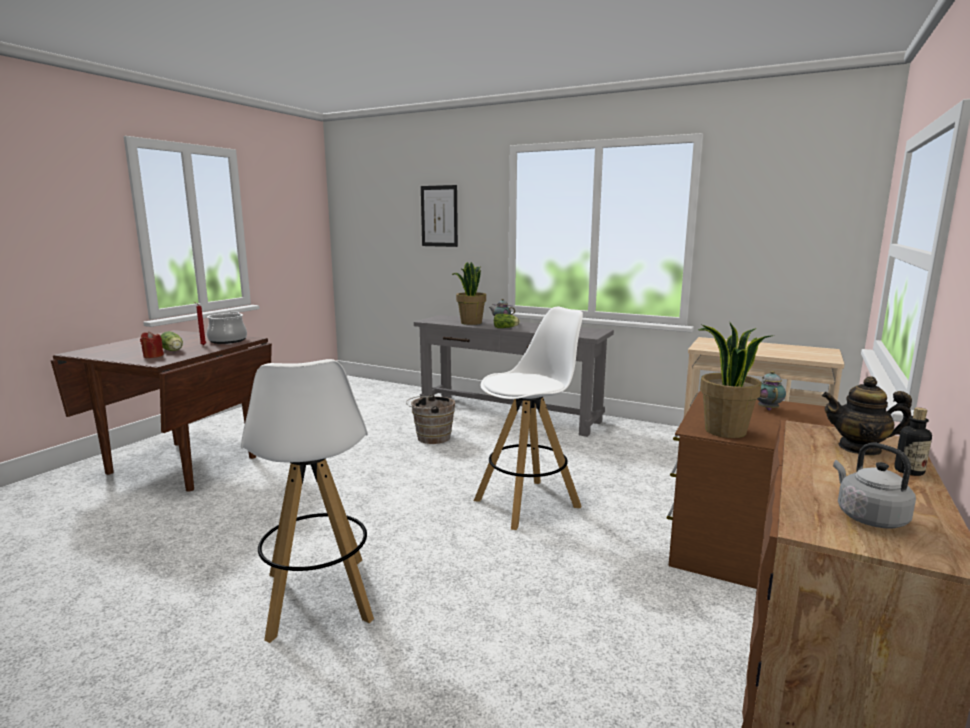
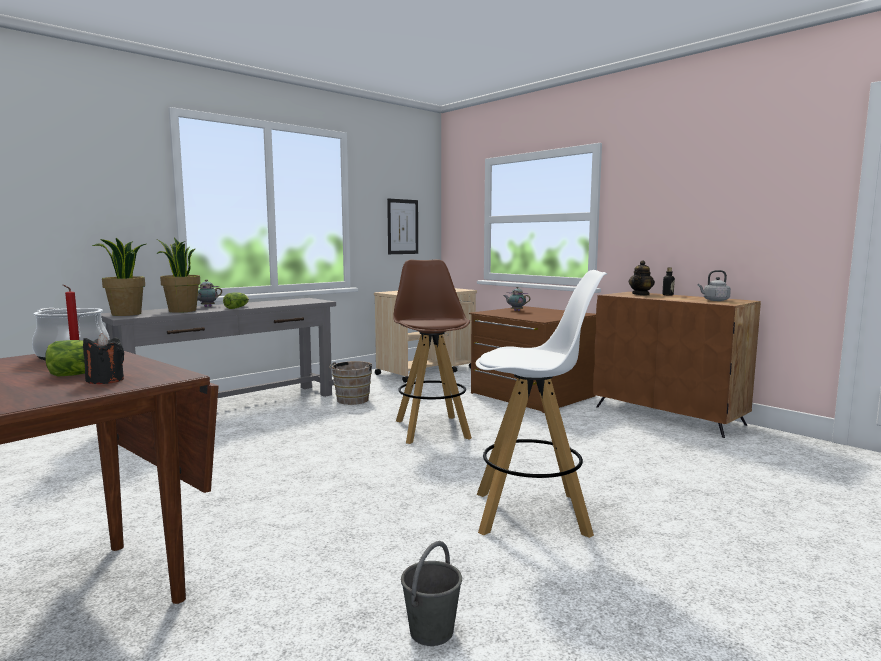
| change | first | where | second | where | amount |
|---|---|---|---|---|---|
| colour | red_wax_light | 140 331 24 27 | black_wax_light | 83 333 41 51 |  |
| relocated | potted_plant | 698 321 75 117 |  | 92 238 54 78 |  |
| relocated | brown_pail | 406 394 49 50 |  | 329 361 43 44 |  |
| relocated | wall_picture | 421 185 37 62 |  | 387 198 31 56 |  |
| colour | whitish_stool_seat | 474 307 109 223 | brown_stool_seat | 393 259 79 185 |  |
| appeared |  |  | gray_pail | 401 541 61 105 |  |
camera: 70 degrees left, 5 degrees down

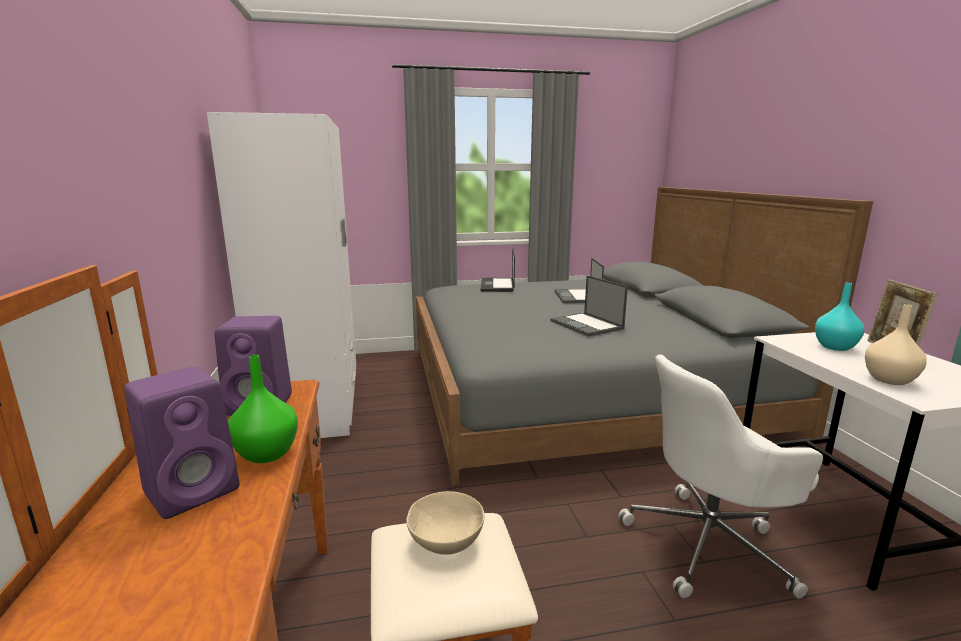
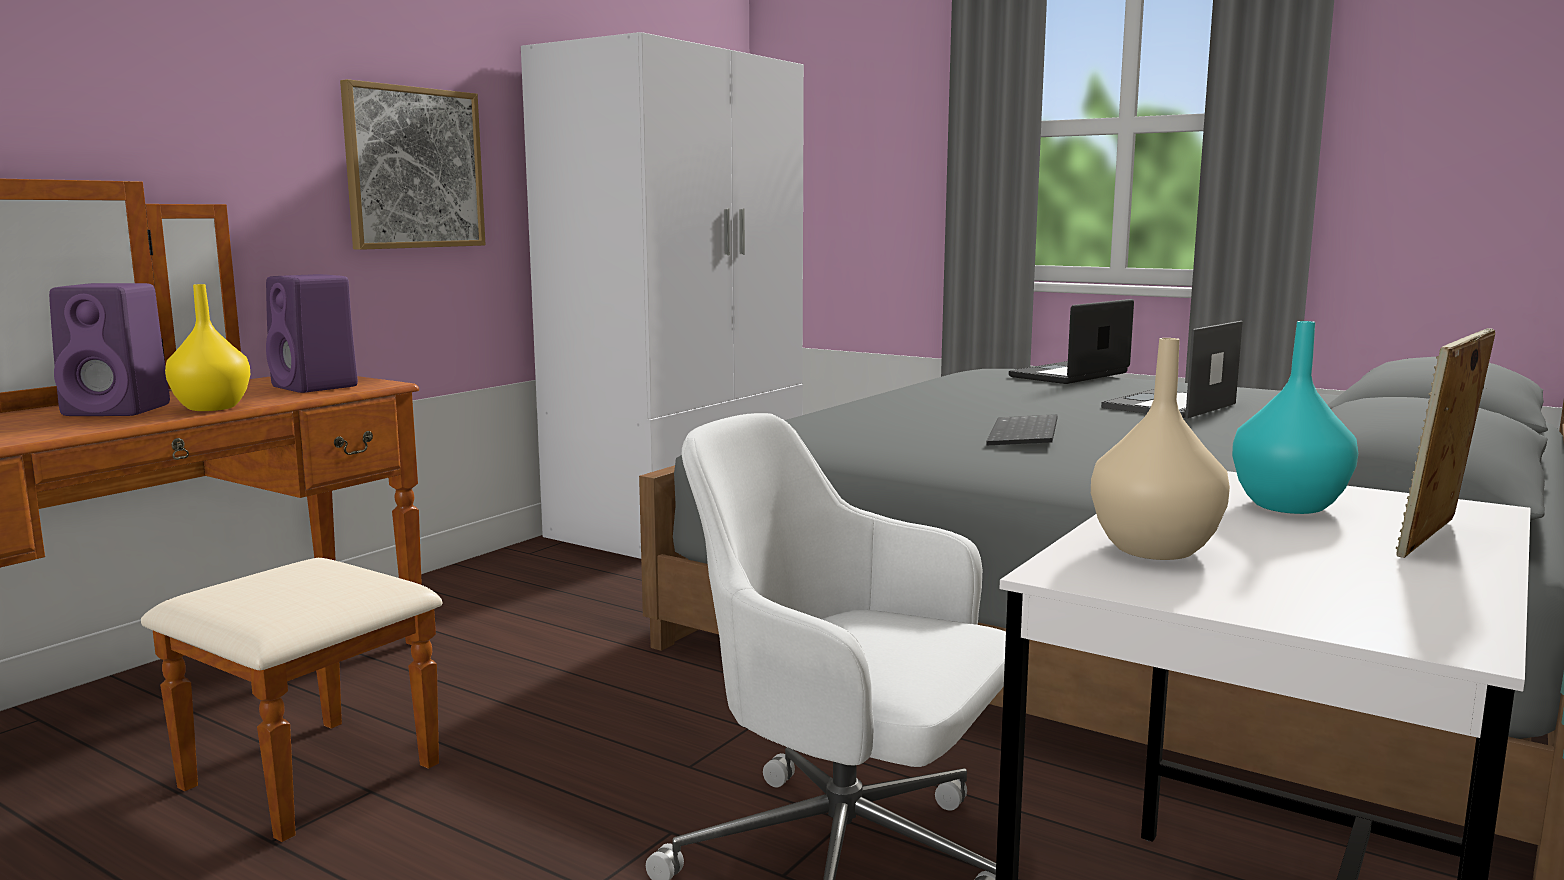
| change | first | where | second | where | amount |
|---|---|---|---|---|---|
| colour | green-coloured_flower_vase | 228 355 70 108 | yellowish_flower_vase | 165 284 85 127 |  |
| appeared |  |  | wall_picture | 340 79 146 171 |  |
| exchanged | laptop | 551 275 77 62 | computer_keyboard | 986 414 71 31 |  |
| missing | sand-coloured_bowl | 406 491 78 64 |  |  |  |
camera: 45 degrees right, 5 degrees down

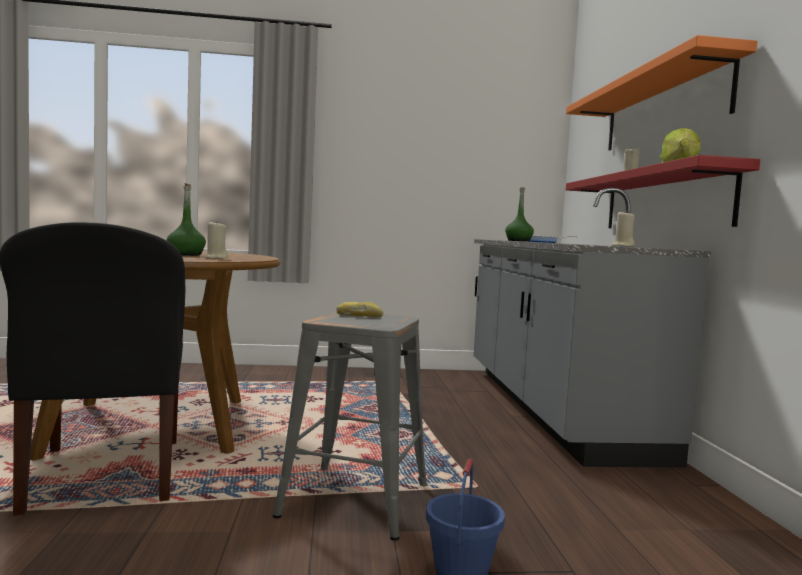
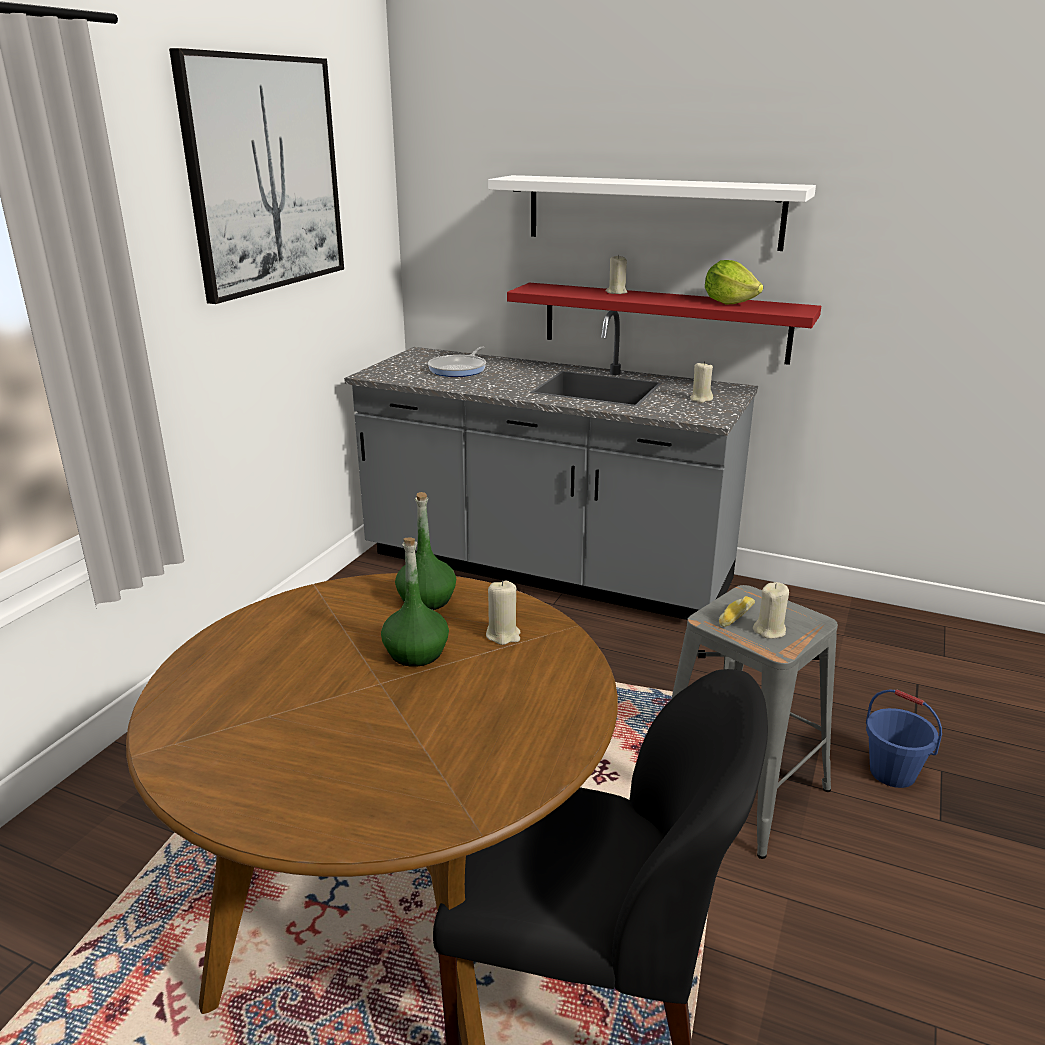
| change | first | where | second | where | amount |
|---|---|---|---|---|---|
| appeared |  |  | wall_picture | 169 48 175 256 |  |
| relocated | green-coloured_drink_bottle | 505 187 29 55 |  | 395 492 61 118 |  |
| colour | orange_bracket_shelf | 566 35 191 116 | whitish_bracket_shelf | 488 175 328 76 |  |
| appeared |  |  | sand-coloured_wax_light | 753 582 36 57 |  |
camera: 60 degrees left, 20 degrees up

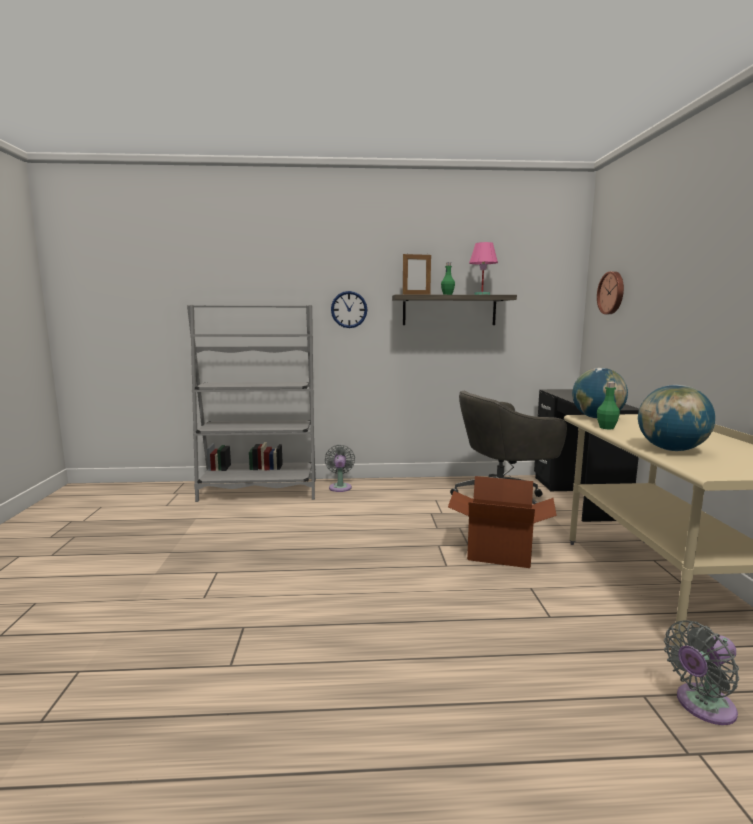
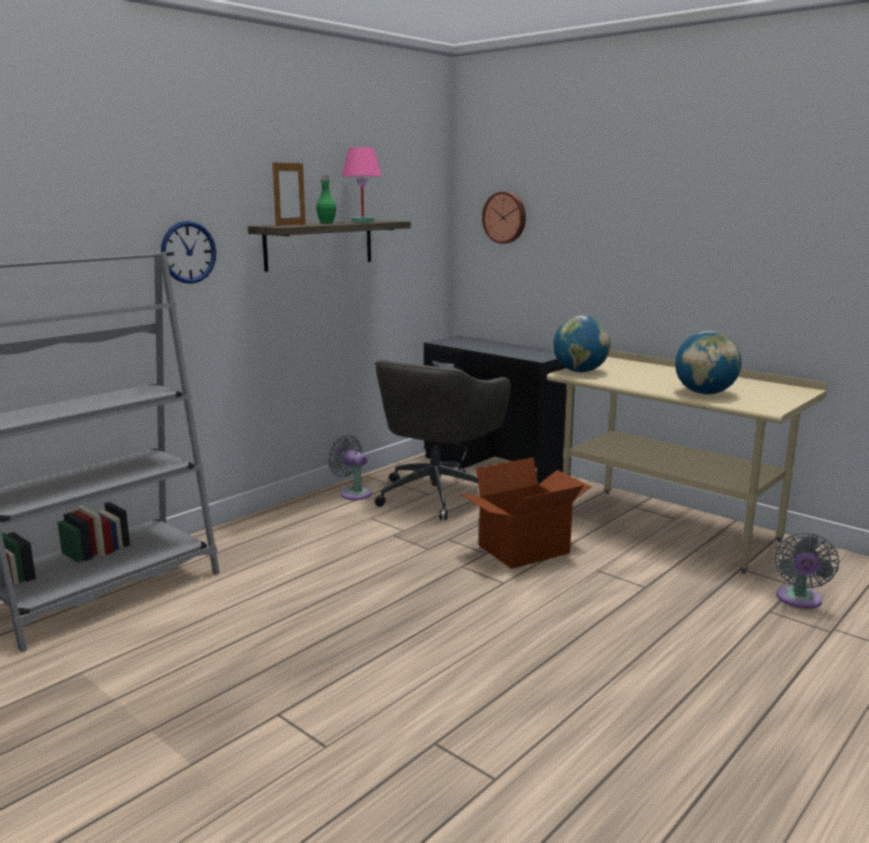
| change | first | where | second | where | amount |
|---|---|---|---|---|---|
| relocated | gray_cooling_fan | 325 445 30 47 |  | 328 435 44 65 |  |
| missing | green-coloured_drink_bottle | 597 382 23 48 |  |  |  |
camera: 45 degrees left, 5 degrees up

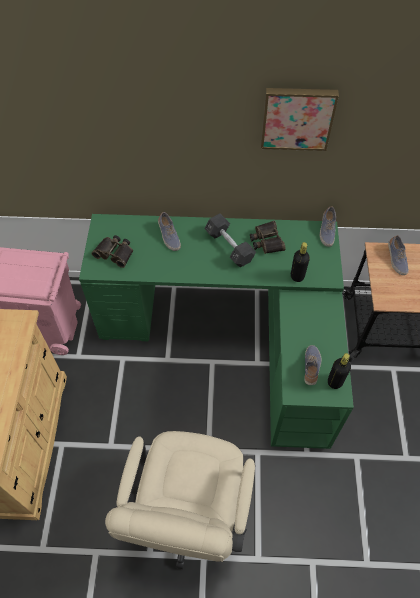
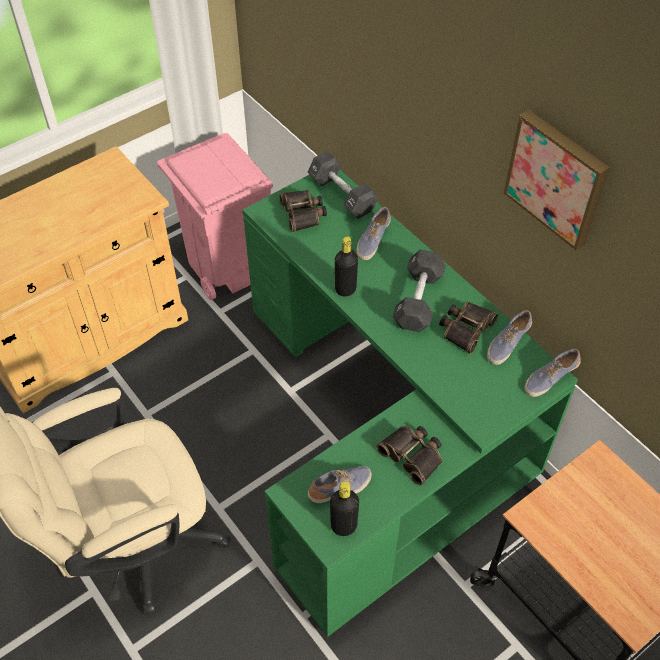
| change | first | where | second | where | amount |
|---|---|---|---|---|---|
| appeared |  |  | black_dumbbell | 308 151 71 68 |  |
| relocated | black_drink_bottle | 291 242 19 40 |  | 335 236 23 60 |  |
| appeared |  |  | pair_of_binoculars | 376 426 67 60 |  |
| relocated | shoe | 388 235 21 40 |  | 487 310 45 55 |  |
camera: 50 degrees right, 5 degrees down

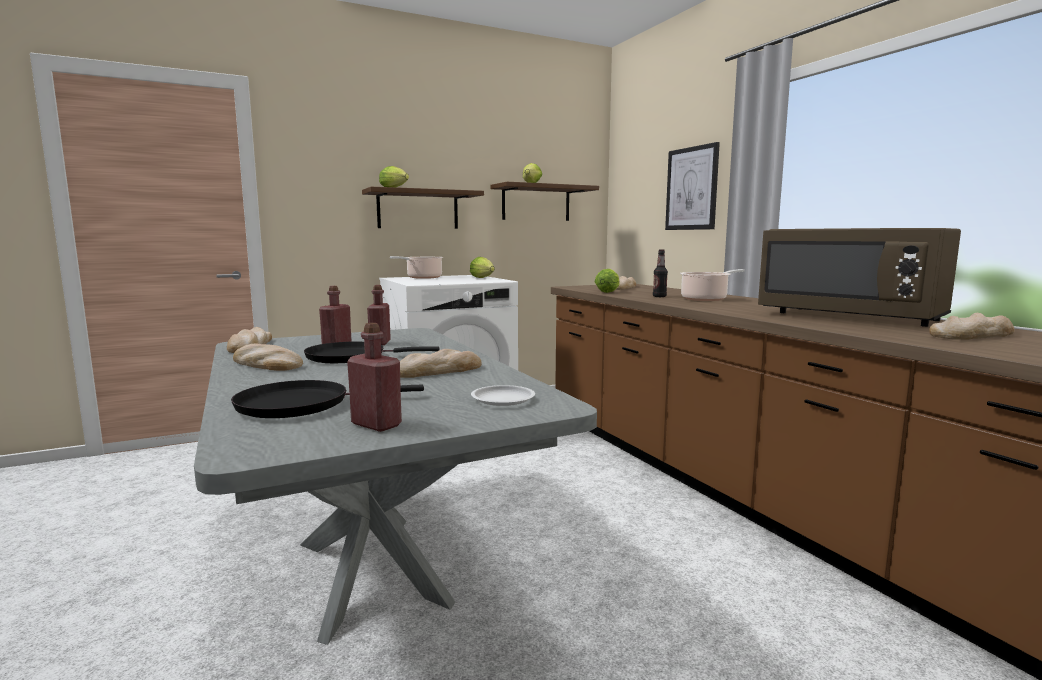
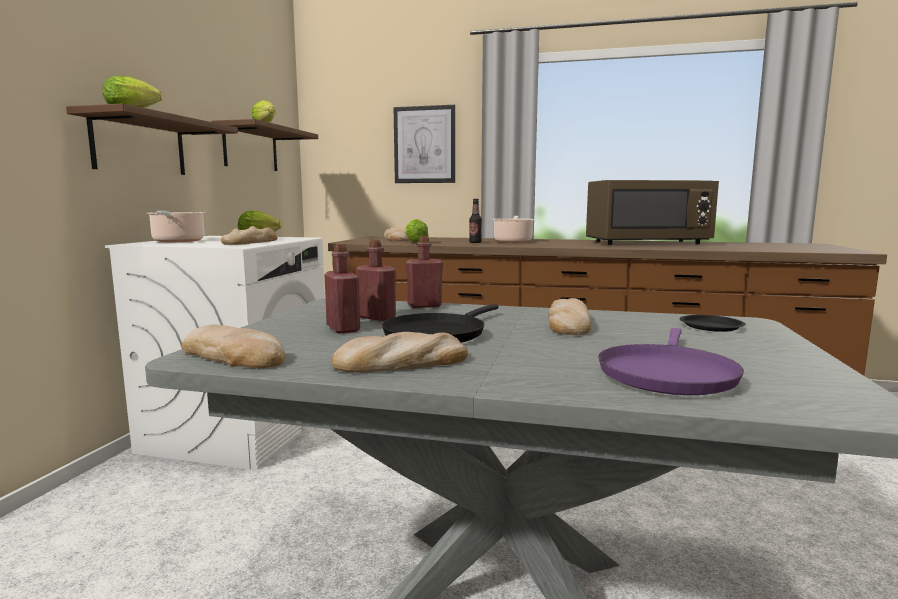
| change | first | where | second | where | amount |
|---|---|---|---|---|---|
| relocated | bakery_bread | 929 313 86 27 |  | 221 226 57 19 |  |
| relocated | red_drink_bottle | 347 323 55 109 |  | 405 236 38 72 |  |
| colour | black_pan | 231 380 193 38 | purple-coloured_pan | 598 328 146 67 |  |
| colour | whitish_dinner_plate | 471 385 64 21 | black_dinner_plate | 679 315 67 17 |  |
camera: 50 degrees left, 0 degrees up

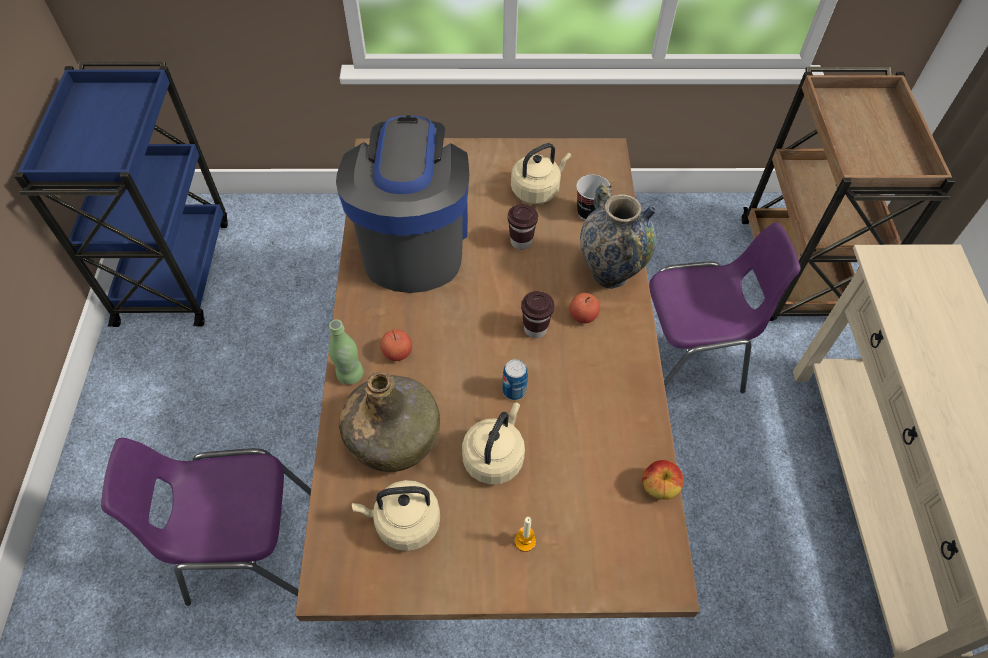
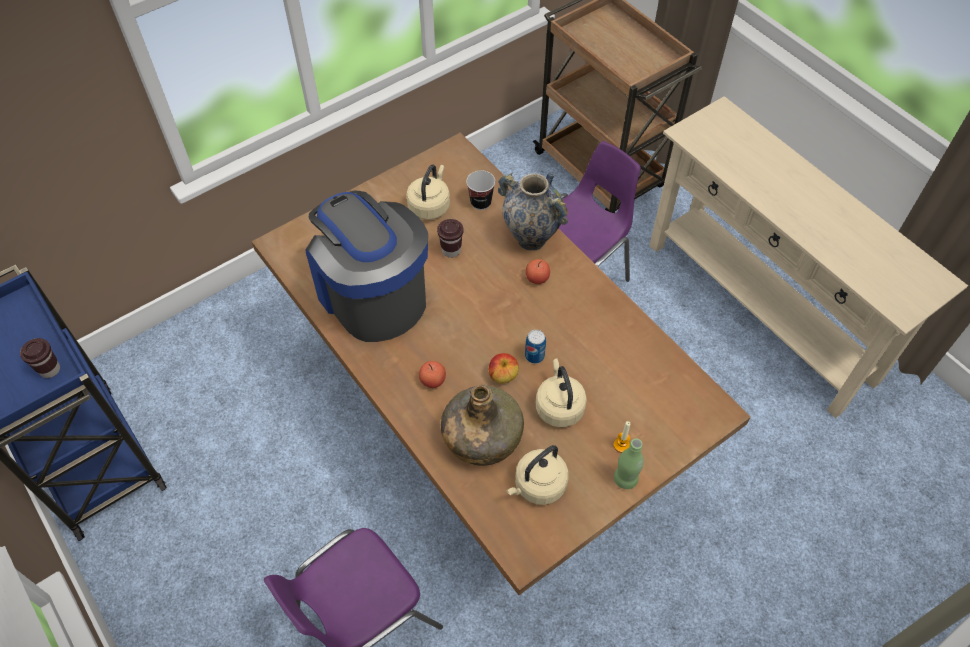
| change | first | where | second | where | amount |
|---|---|---|---|---|---|
| relocated | brown_small_cup | 521 291 34 47 |  | 20 338 40 40 |  |
| relocated | whole_apple | 642 460 42 40 |  | 489 353 30 30 |  |
| relocated | green-coloured_drink_bottle | 329 319 35 66 |  | 614 439 30 50 |  |
camera: 35 degrees left, 0 degrees up

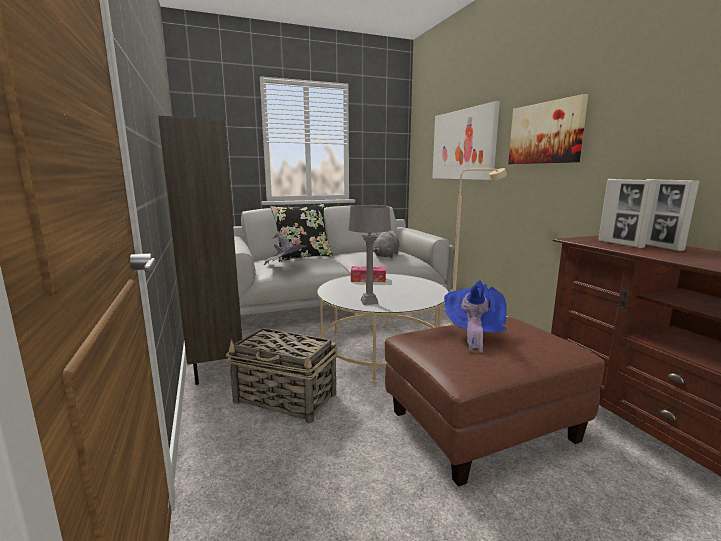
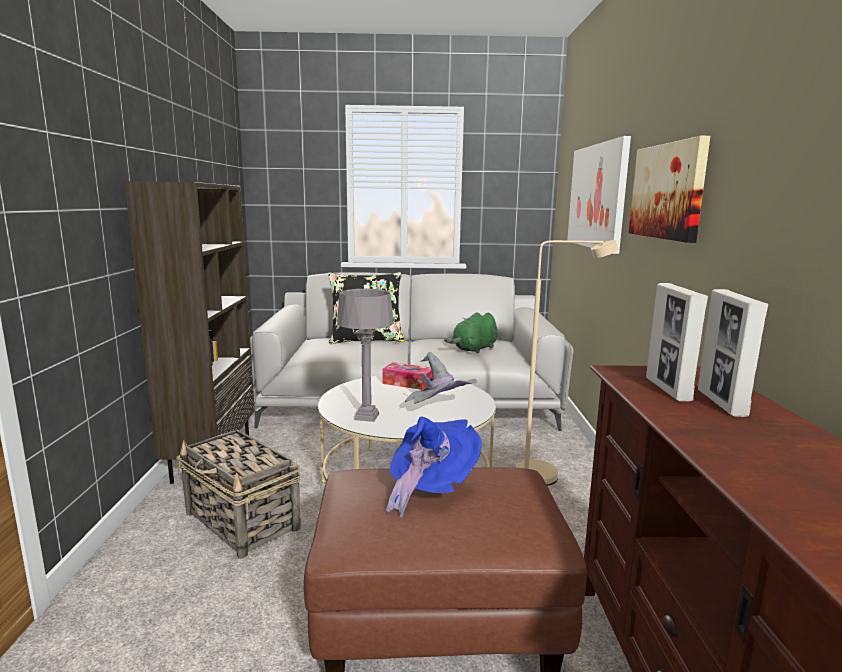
| change | first | where | second | where | amount |
|---|---|---|---|---|---|
| relocated | gray_clothing_hat | 264 232 43 33 |  | 405 352 72 52 |  |
| colour | gray_soft_toy | 373 230 27 28 | green-coloured_soft_toy | 444 312 54 42 |  |
camera: 20 degrees right, 0 degrees up

